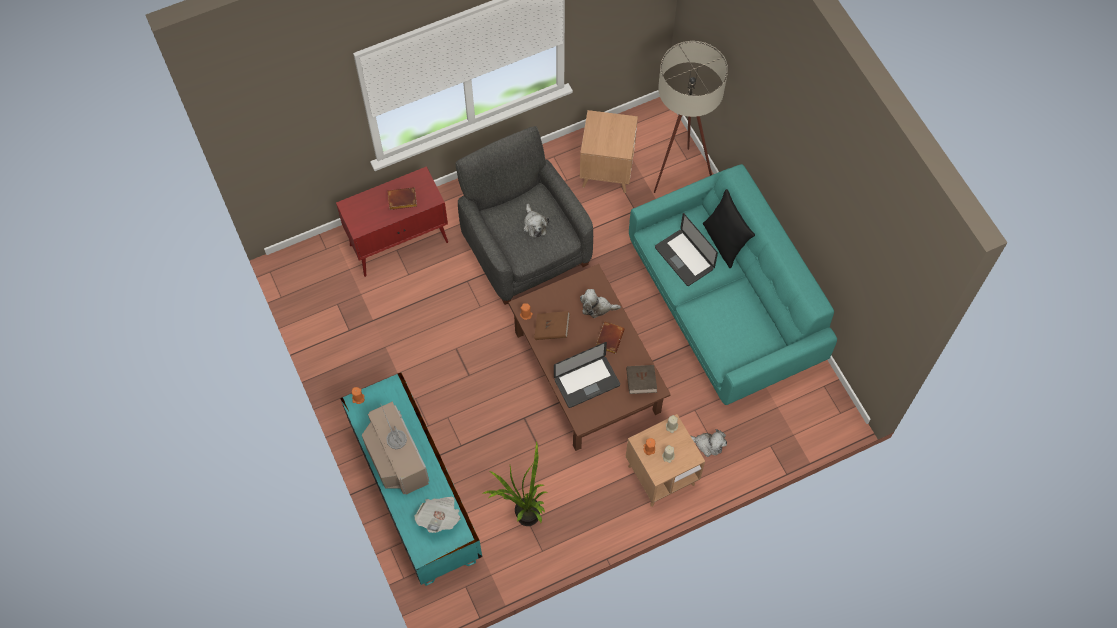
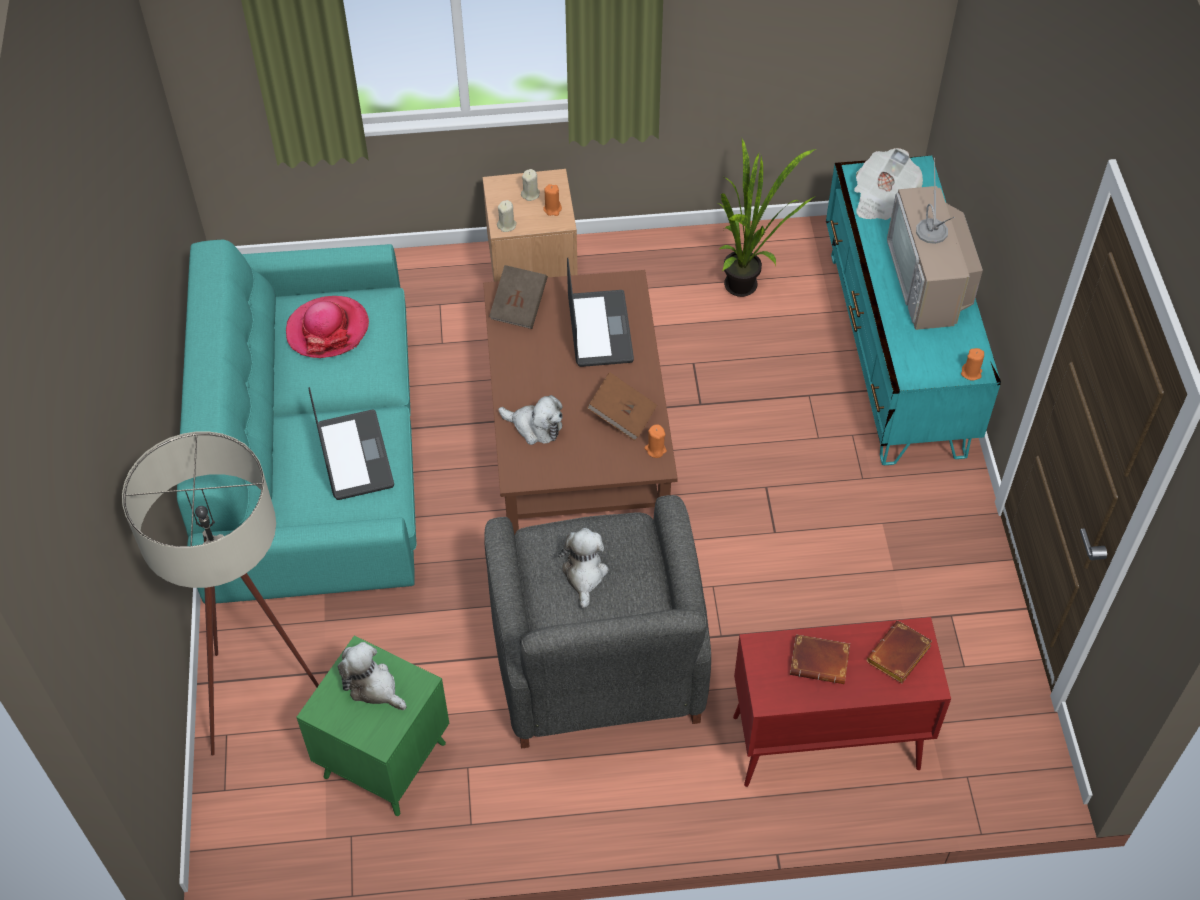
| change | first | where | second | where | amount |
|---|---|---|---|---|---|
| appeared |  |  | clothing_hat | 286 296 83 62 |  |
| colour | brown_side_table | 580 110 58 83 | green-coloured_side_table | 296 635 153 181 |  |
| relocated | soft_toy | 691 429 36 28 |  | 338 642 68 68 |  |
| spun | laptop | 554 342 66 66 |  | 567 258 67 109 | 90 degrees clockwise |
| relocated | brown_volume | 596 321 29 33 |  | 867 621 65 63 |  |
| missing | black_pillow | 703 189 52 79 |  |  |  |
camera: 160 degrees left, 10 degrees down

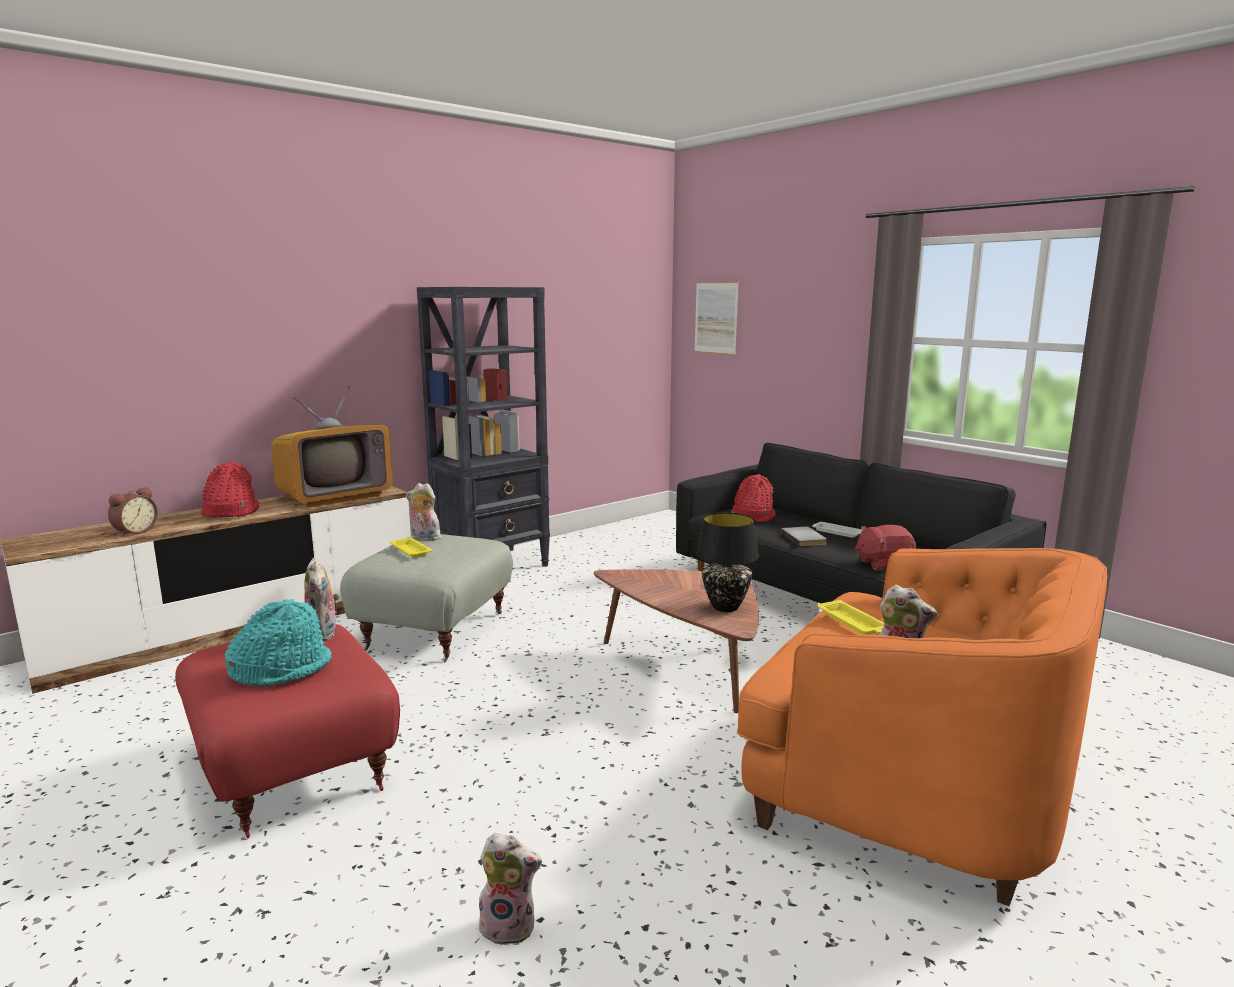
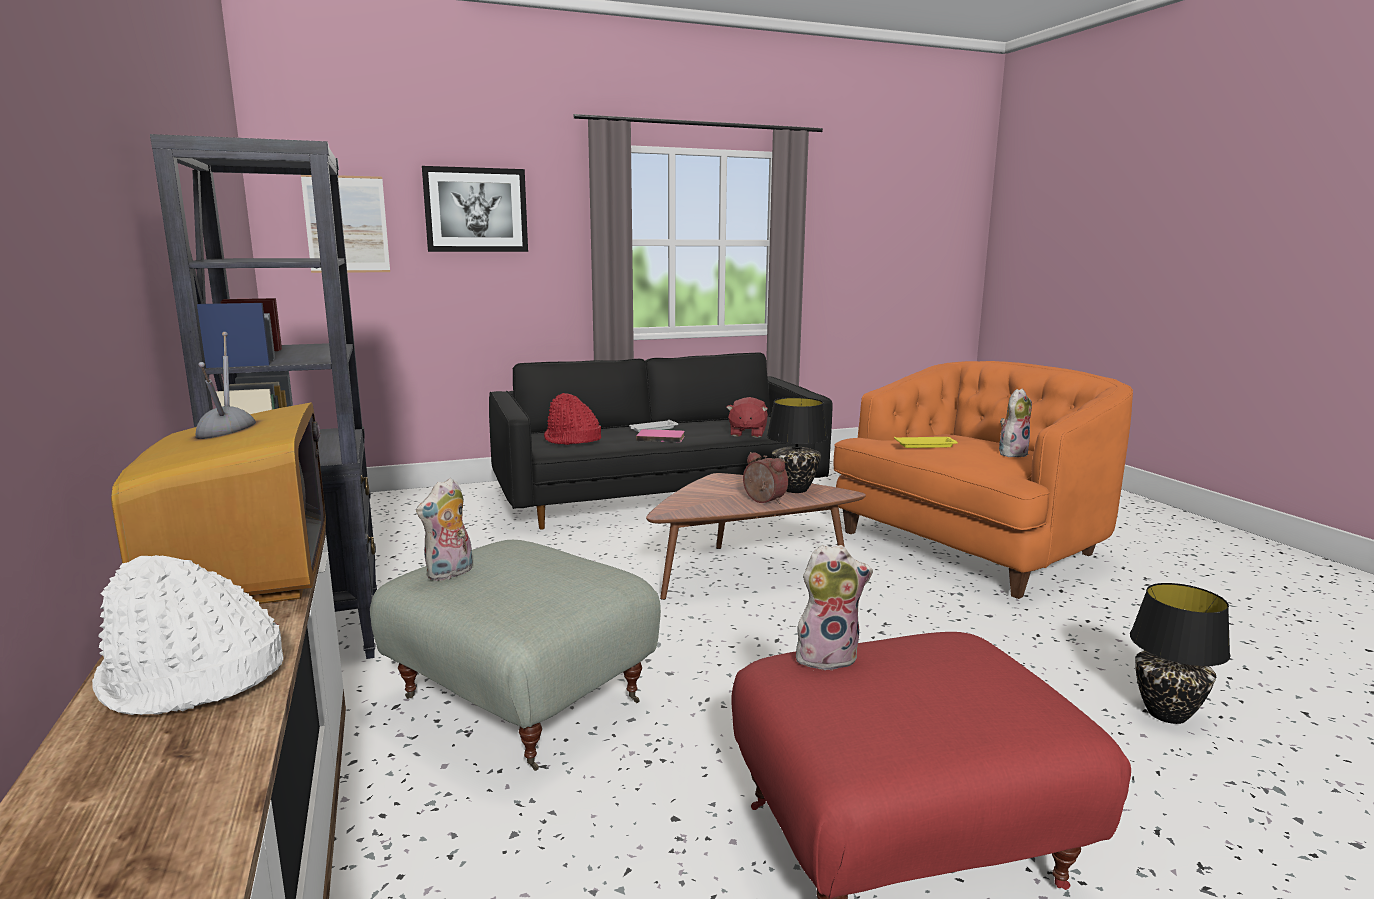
| change | first | where | second | where | amount |
|---|---|---|---|---|---|
| colour | red_clothing_hat | 201 462 58 56 | whitish_clothing_hat | 92 555 191 160 |  |
| appeared |  |  | wall_picture | 422 166 106 86 |  |
| colour | gray_volume | 781 527 46 19 | pink-coloured_volume | 636 429 49 14 |  |
| relocated | alarm_clock | 108 487 50 50 |  | 743 452 45 52 |  |
| exchanged | soft_toy | 476 833 66 112 | black_tabletop_lamp | 1130 583 100 141 |  |
| missing | turquoise-coloured_clothing_hat | 225 599 106 87 |  |  |  |
| missing | yellowish_tray | 390 538 42 20 |  |  |  |
camera: 70 degrees left, 0 degrees up

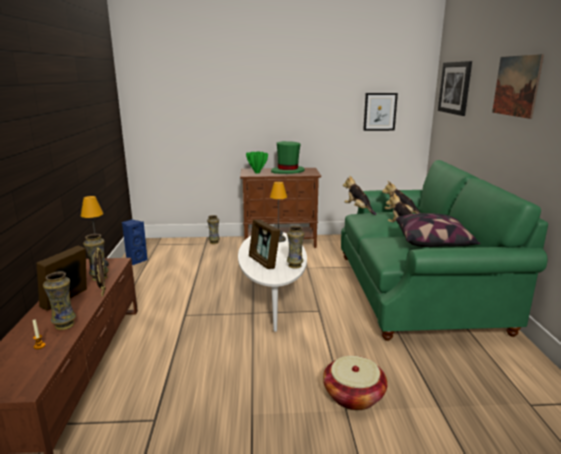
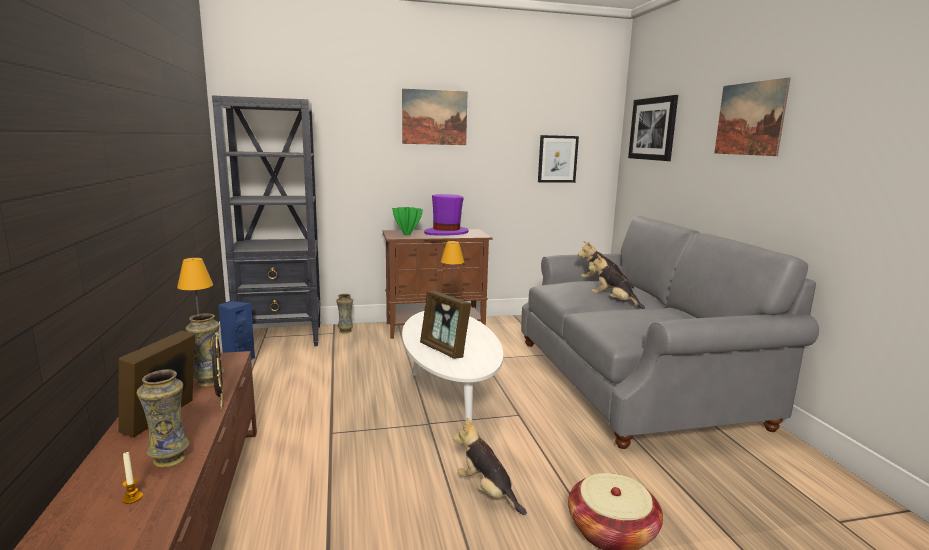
| change | first | where | second | where | amount |
|---|---|---|---|---|---|
| appeared |  |  | black_shelving_unit | 212 95 109 251 |  |
| appeared |  |  | wall_picture | 402 89 66 56 |  |
| colour | green-coloured_clothing_hat | 271 141 34 33 | purple-coloured_clothing_hat | 424 194 44 41 |  |
| relocated | soft_toy | 343 175 33 40 |  | 453 418 74 97 |  |
| colour | green-coloured_couch | 341 160 207 181 | gray_couch | 521 216 298 233 |  |
| missing | flower_vase | 287 226 18 43 |  |  |  |
| missing | pillow | 396 213 84 34 |  |  |  |
camera: 10 degrees left, 5 degrees down

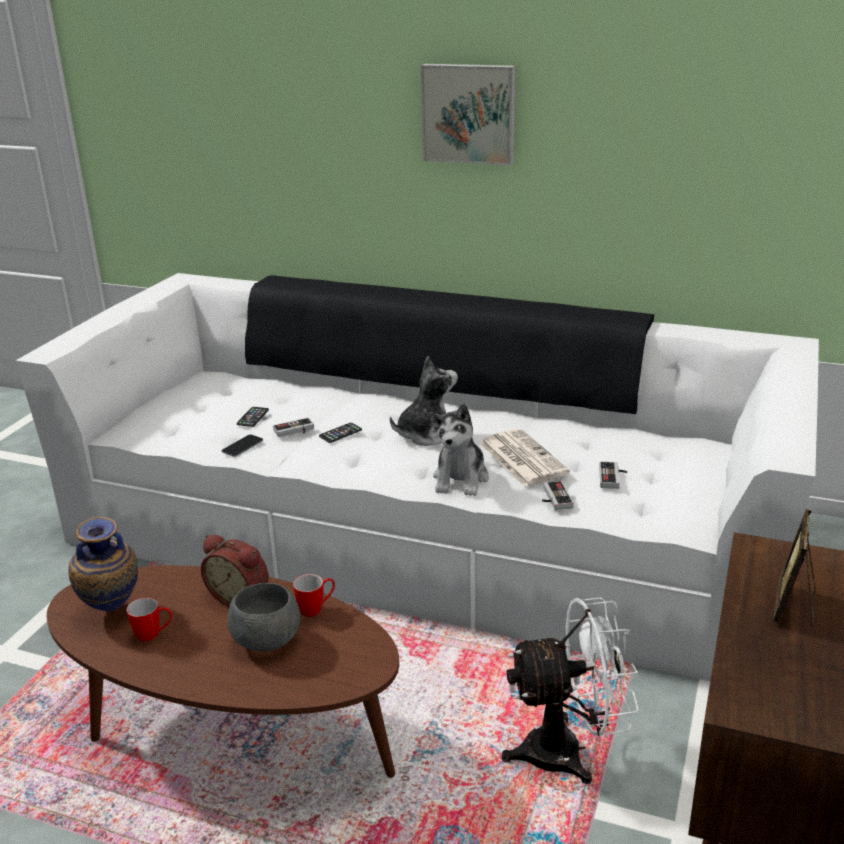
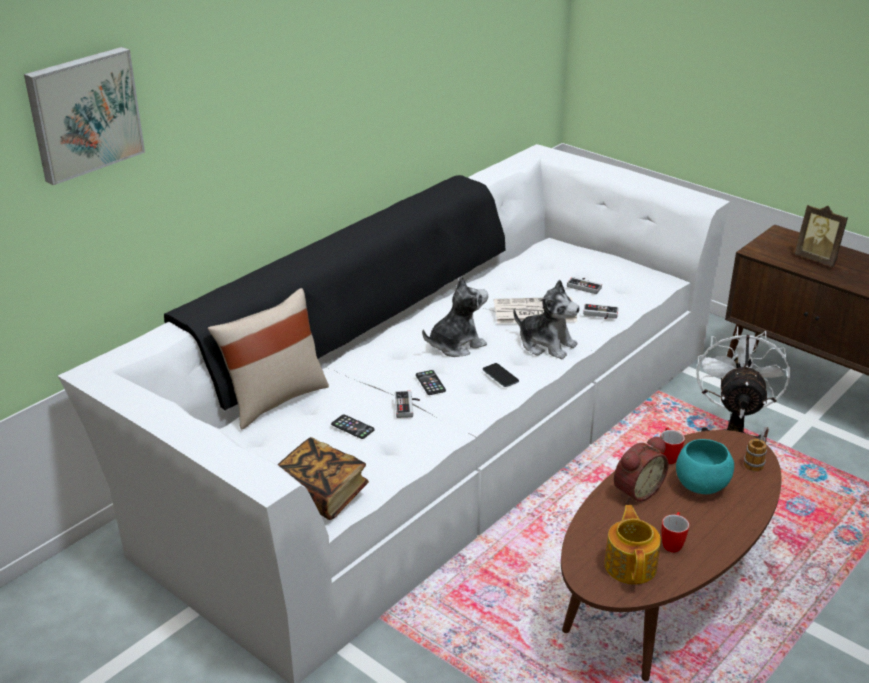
| change | first | where | second | where | amount |
|---|---|---|---|---|---|
| relocated | wall_picture | 421 64 95 102 |  | 24 47 121 138 |  |
| appeared |  |  | sand-coloured_pillow | 208 288 121 141 |  |
| appeared |  |  | volume | 277 437 92 83 |  |
| spun | soft_toy | 390 356 68 90 |  | 422 276 66 81 | 75 degrees clockwise |
| relocated | telephone | 222 434 41 23 |  | 483 363 36 24 |  |
| exchanged | flower_vase | 68 517 70 94 | tea_pot | 604 505 57 79 |  |
| colour | gray_bowl | 227 583 73 68 | turquoise-coloured_bowl | 676 439 58 55 |  |
| appeared |  |  | mug | 744 426 25 46 |  |
camera: 70 degrees left, 5 degrees up

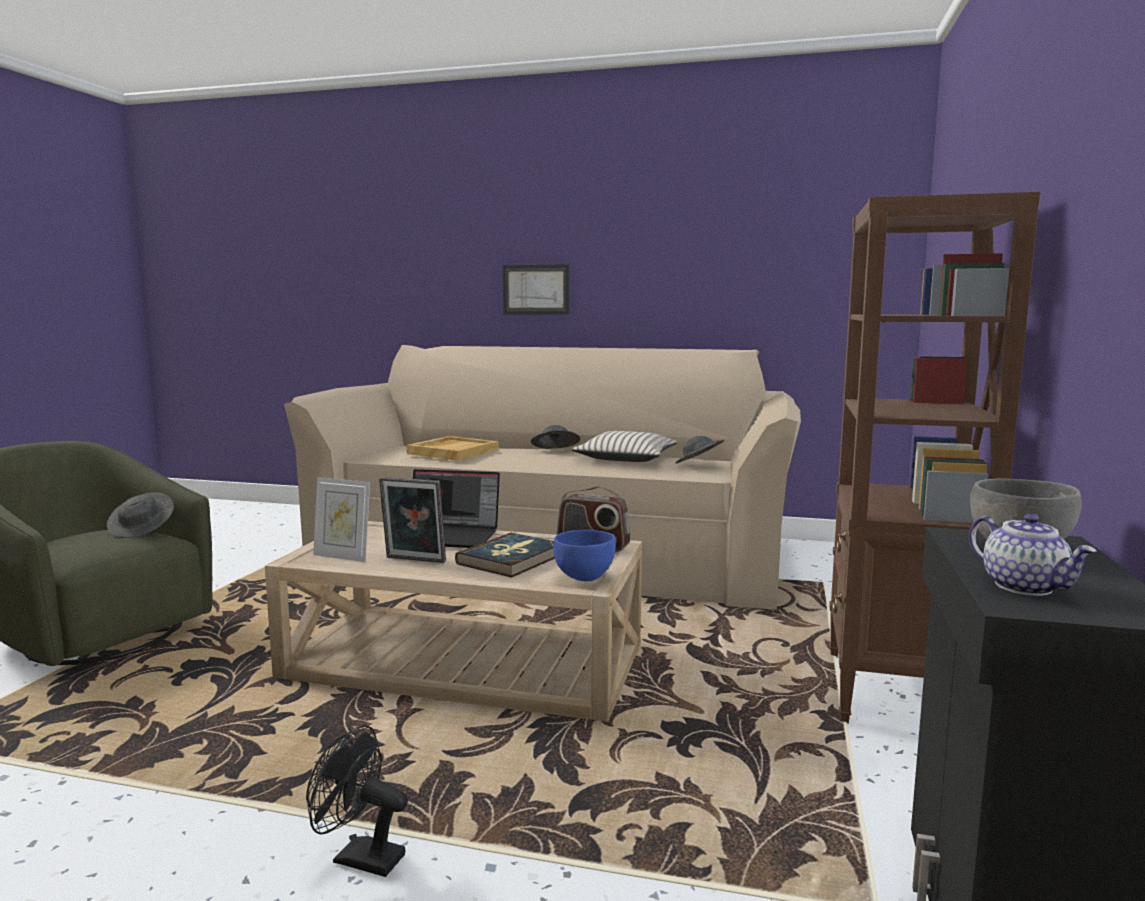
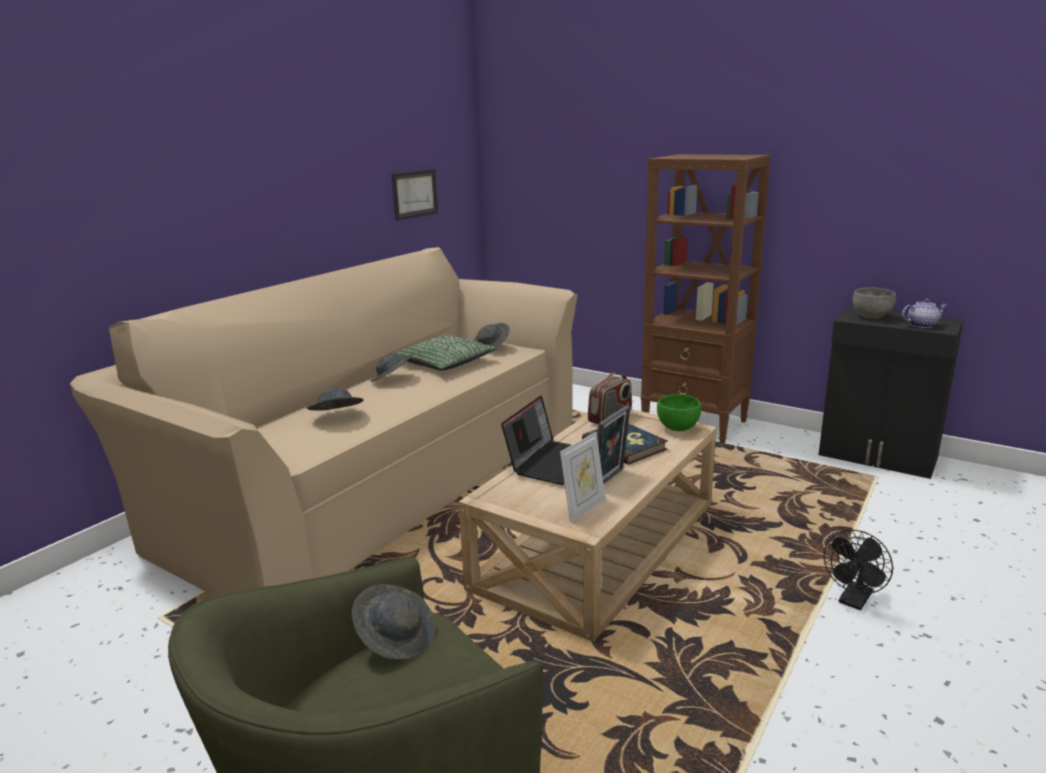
| change | first | where | second | where | amount |
|---|---|---|---|---|---|
| exchanged | sand-coloured_tray | 406 436 93 25 | gray_clothing_hat | 307 388 57 23 |  |
| relocated | wall_picture | 503 264 66 51 |  | 392 169 46 52 |  |
| colour | sand-coloured_pillow | 571 431 107 31 | green-coloured_pillow | 393 335 104 35 |  |
| colour | bluish_bowl | 553 530 63 51 | green-coloured_bowl | 657 394 44 37 |  |
camera: 70 degrees left, 10 degrees up

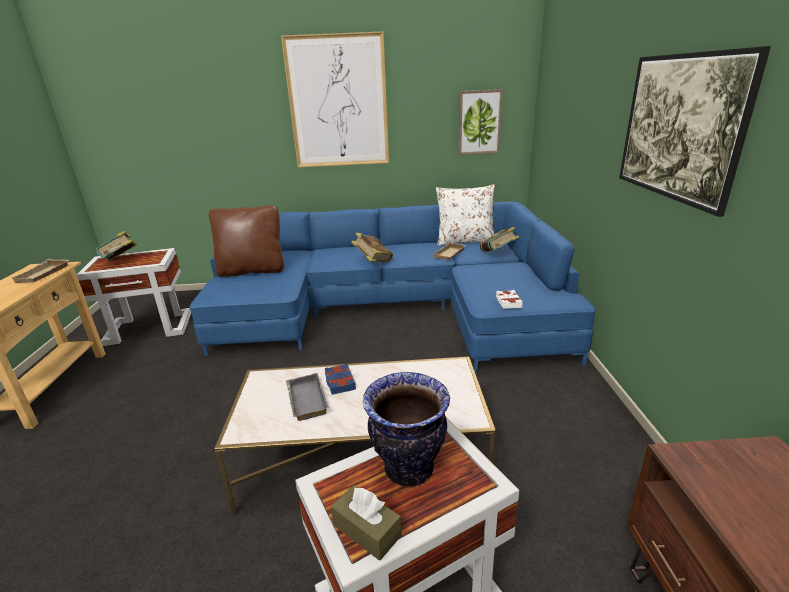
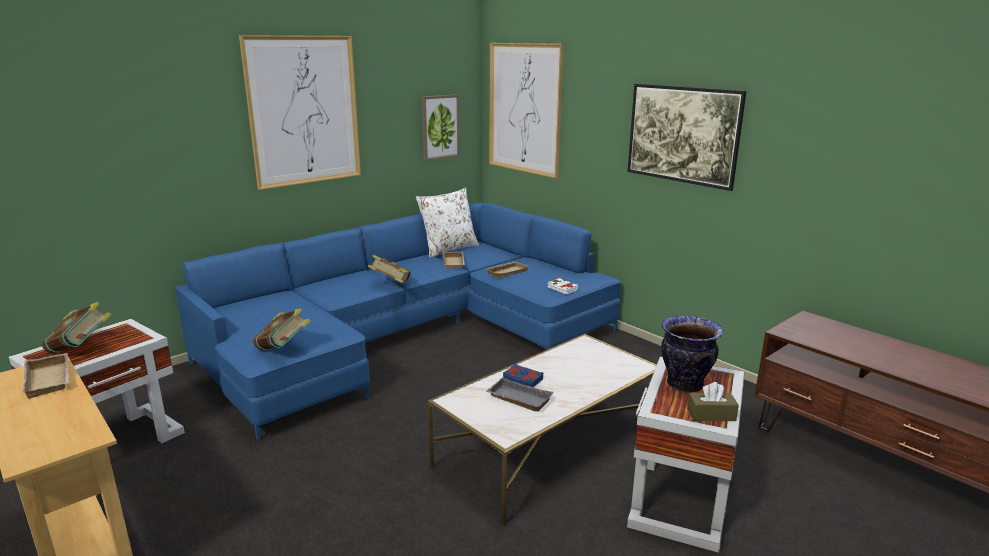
| change | first | where | second | where | amount |
|---|---|---|---|---|---|
| relocated | volume | 480 227 39 25 |  | 253 308 58 43 |  |
| appeared |  |  | sand-coloured_tray | 486 262 42 16 |  |
| appeared |  |  | wall_picture | 489 43 75 135 |  |
| missing | brown_pillow | 209 205 75 72 |  |  |  |
camera: 40 degrees left, 5 degrees down

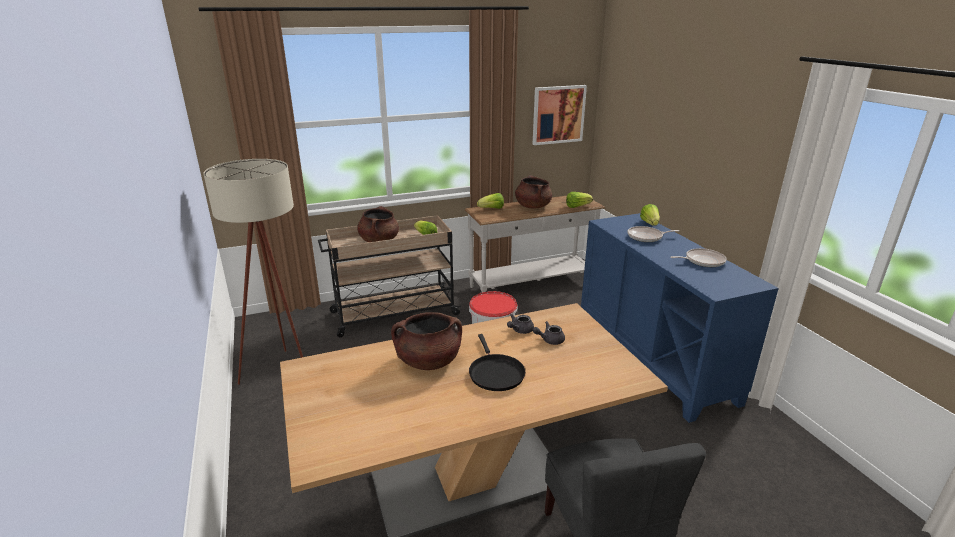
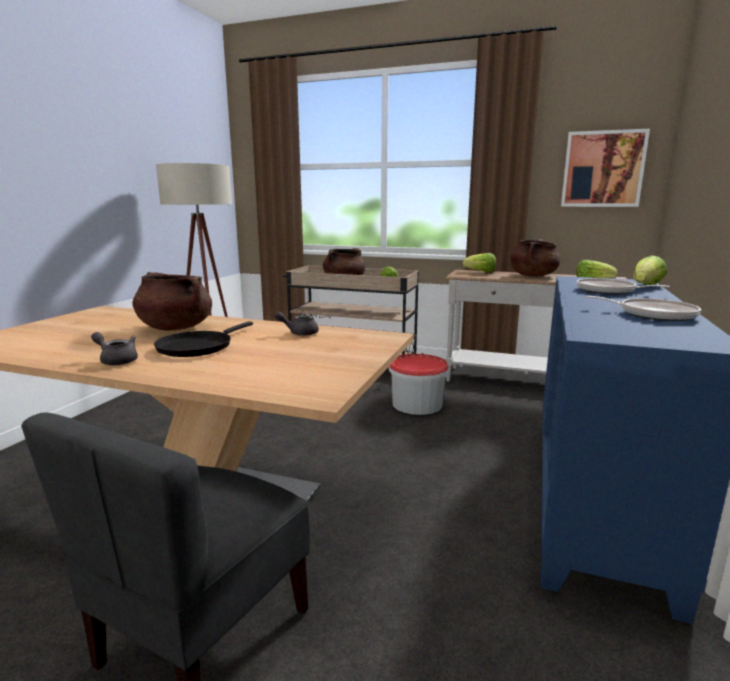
| change | first | where | second | where | amount |
|---|---|---|---|---|---|
| relocated | gray_tea_pot | 532 321 33 24 |  | 91 332 47 33 |  |
camera: 40 degrees right, 10 degrees down

